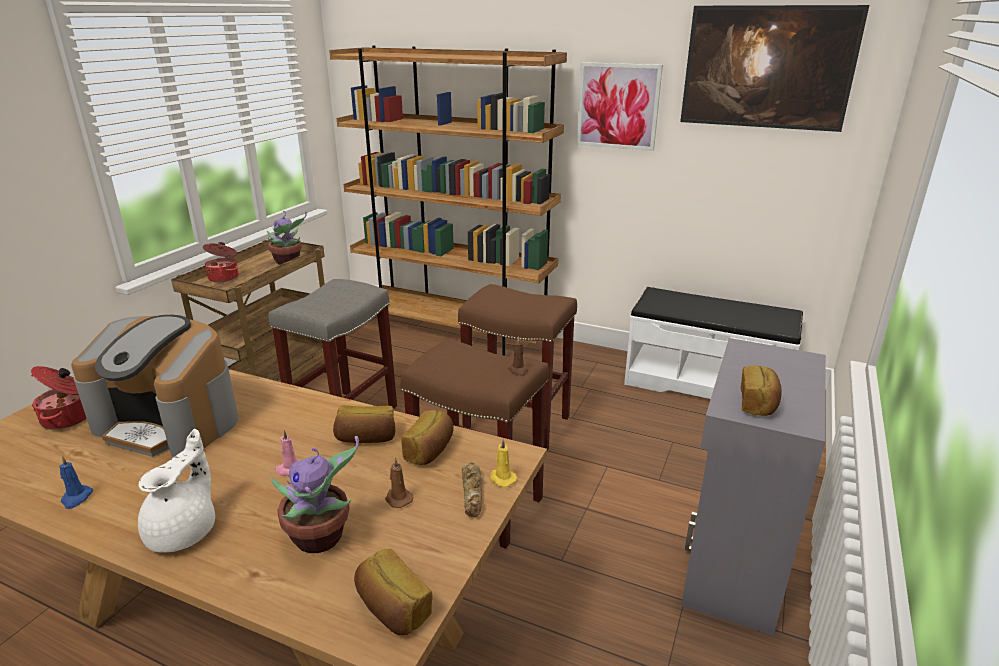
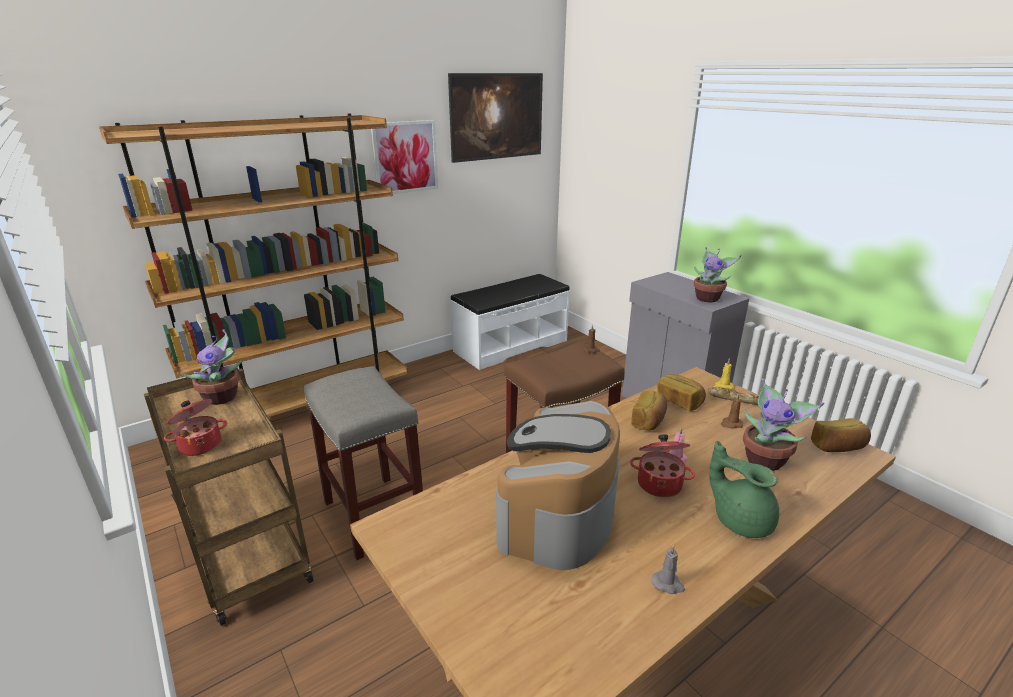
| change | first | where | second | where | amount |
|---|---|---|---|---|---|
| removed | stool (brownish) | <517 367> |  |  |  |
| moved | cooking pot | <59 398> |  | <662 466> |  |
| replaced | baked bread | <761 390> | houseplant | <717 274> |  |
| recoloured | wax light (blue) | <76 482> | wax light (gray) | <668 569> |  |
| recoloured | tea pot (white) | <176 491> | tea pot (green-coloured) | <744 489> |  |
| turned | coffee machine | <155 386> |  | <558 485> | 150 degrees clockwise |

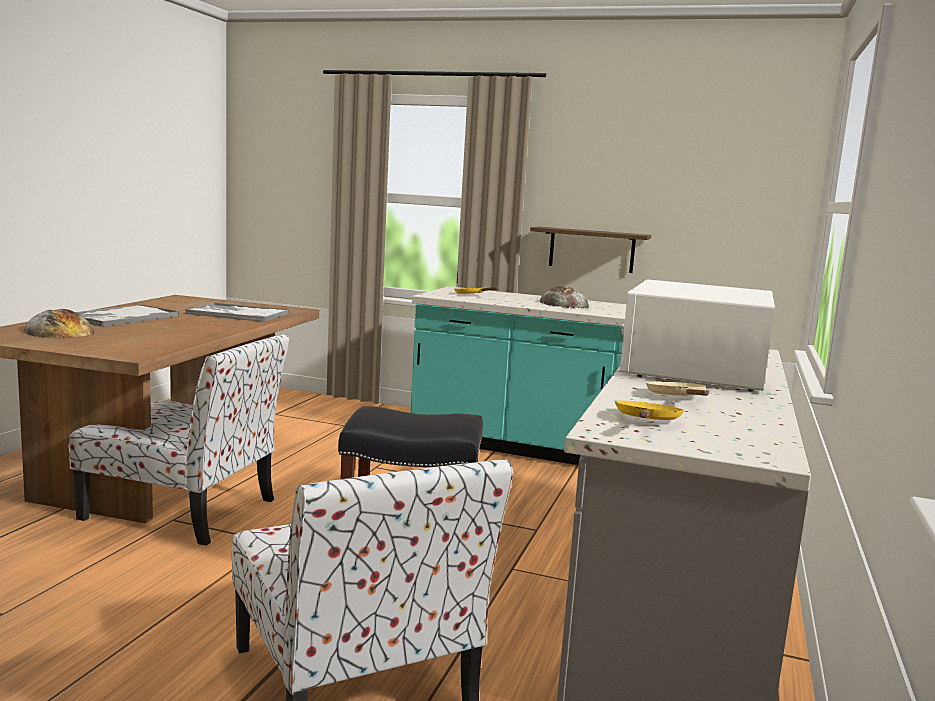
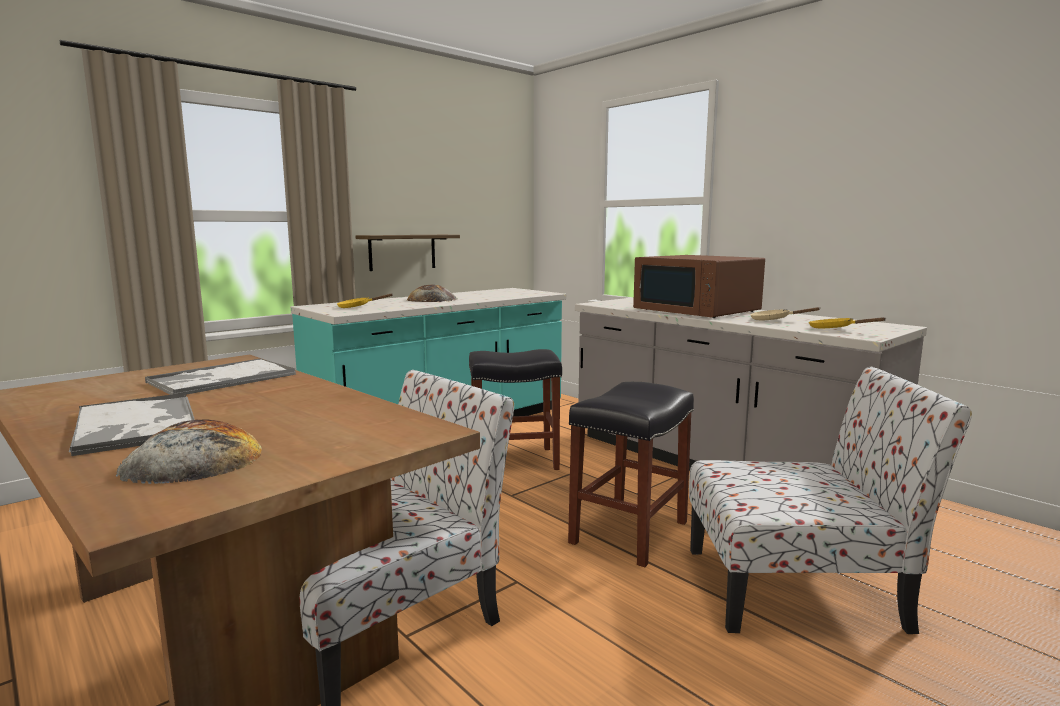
| change | first | where | second | where | amount |
|---|---|---|---|---|---|
| added |  |  | stool (black) | <515 409> |  |
| recoloured | microwave oven (white) | <697 335> | microwave oven (brownish) | <699 286> |  |

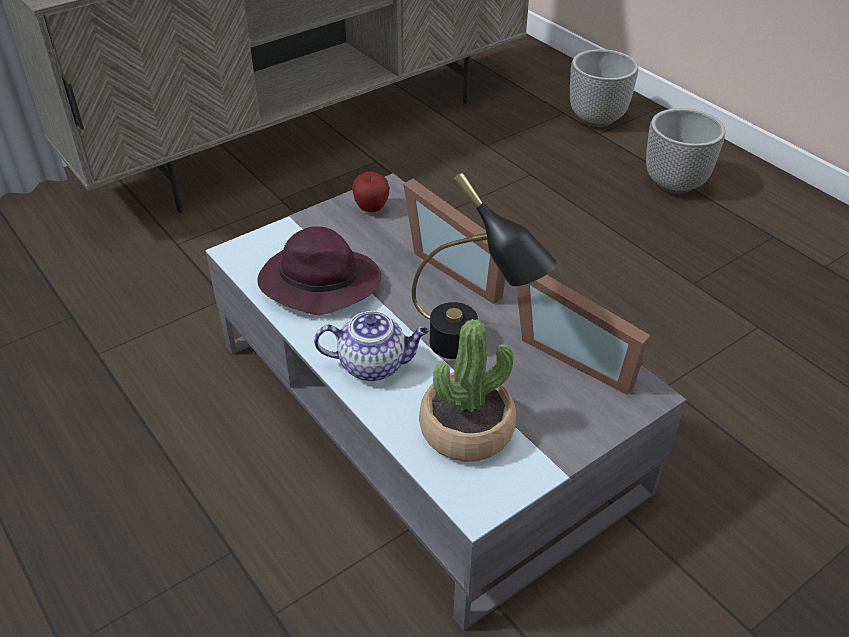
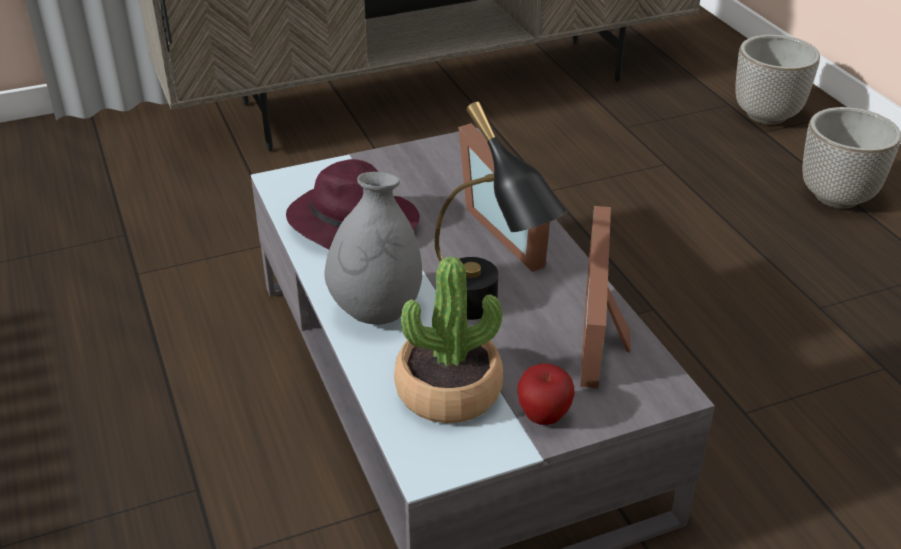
| change | first | where | second | where | amount |
|---|---|---|---|---|---|
| moved | whole apple | <371 191> |  | <546 394> |  |
| replaced | tea pot | <371 346> | flower vase (gray) | <373 248> |  |
| turned | photo frame | <583 335> |  | <605 297> | 45 degrees clockwise |

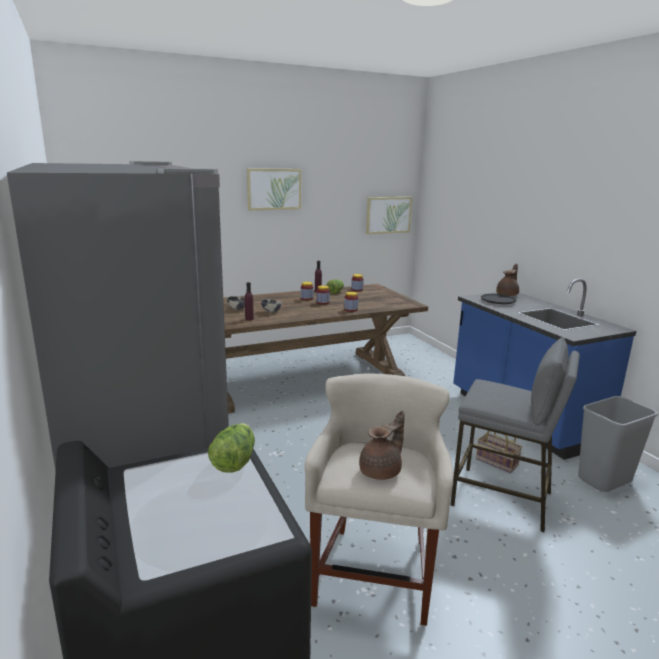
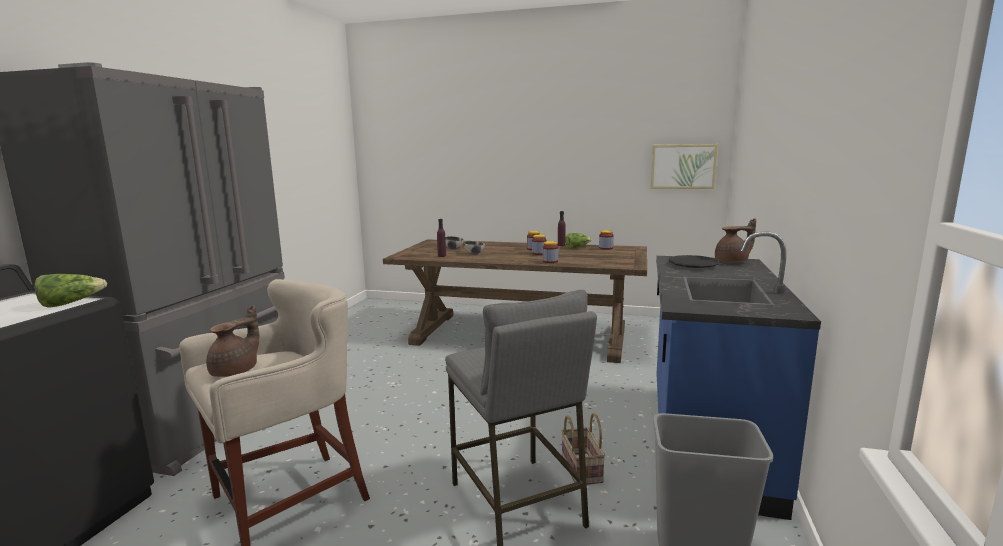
| change | first | where | second | where | amount |
|---|---|---|---|---|---|
| removed | wall art | <274 189> |  |  |  |
| turned | tea pot (brownish) | <382 445> |  | <232 341> | 60 degrees counterclockwise |

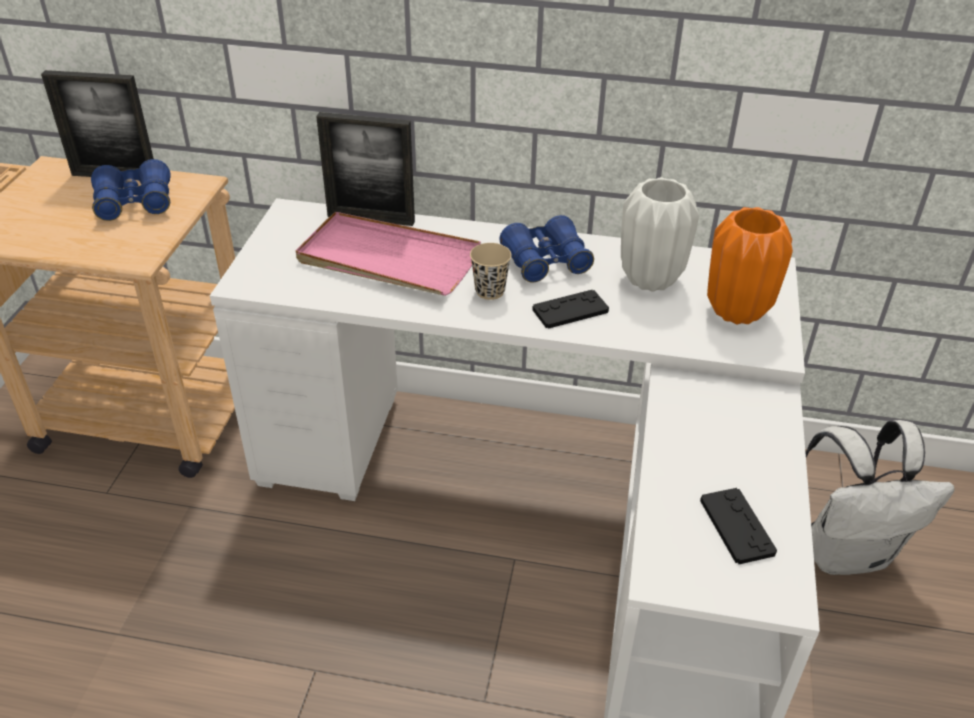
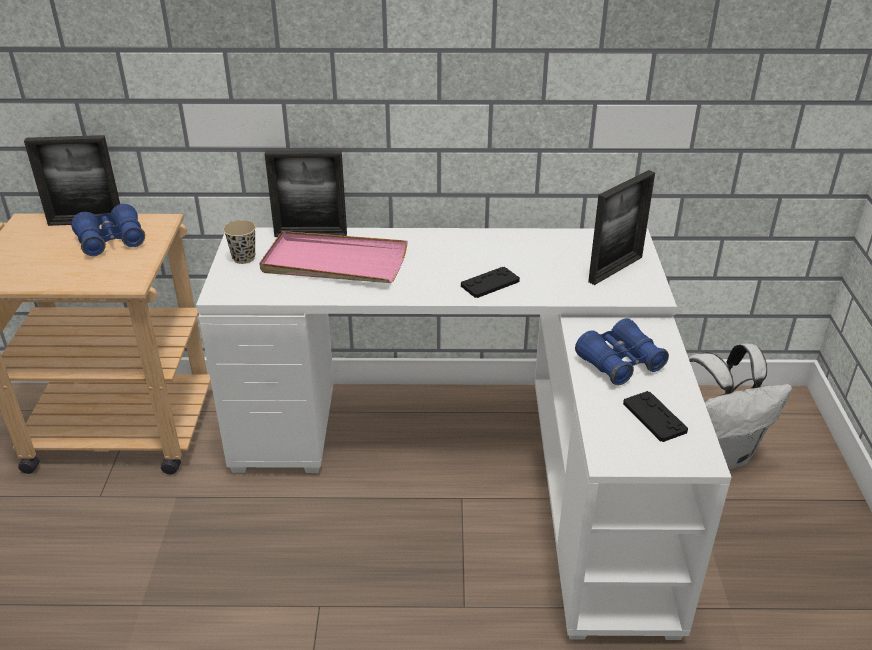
| change | first | where | second | where | amount |
|---|---|---|---|---|---|
| removed | flower vase (white) | <660 234> |  |  |  |
| moved | small cup (beige-coloured) | <490 271> |  | <239 242> |  |
| moved | binoculars (blue) | <547 249> |  | <622 351> |  |
| replaced | flower vase (orange) | <750 265> | photo frame | <621 227> |  |

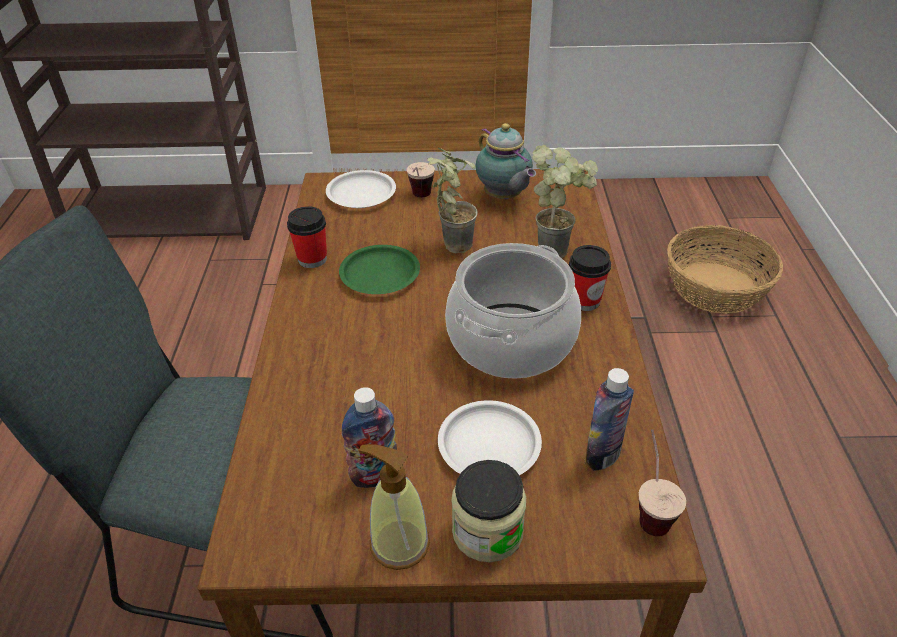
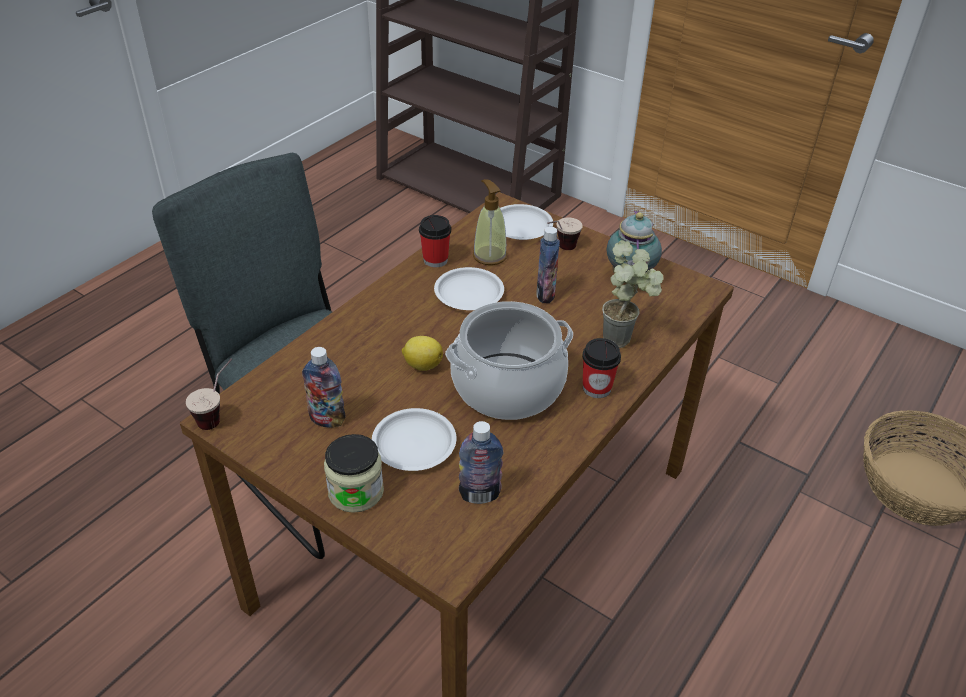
| change | first | where | second | where | amount |
|---|---|---|---|---|---|
| added |  |  | citrus fruit | <422 353> |  |
| moved | soap dispenser | <394 507> |  | <490 222> |  |
| moved | small cup | <662 482> |  | <209 394> |  |
| replaced | houseplant | <452 200> | drink bottle | <548 265> |  |
| recoloured | flat dish (green-coloured) | <379 269> | flat dish (white) | <469 288> |  |

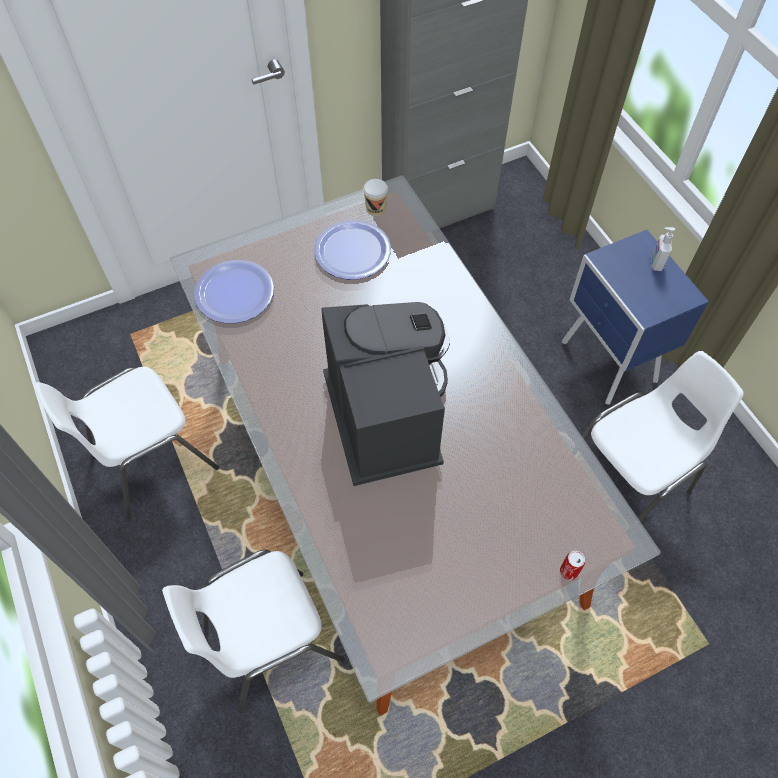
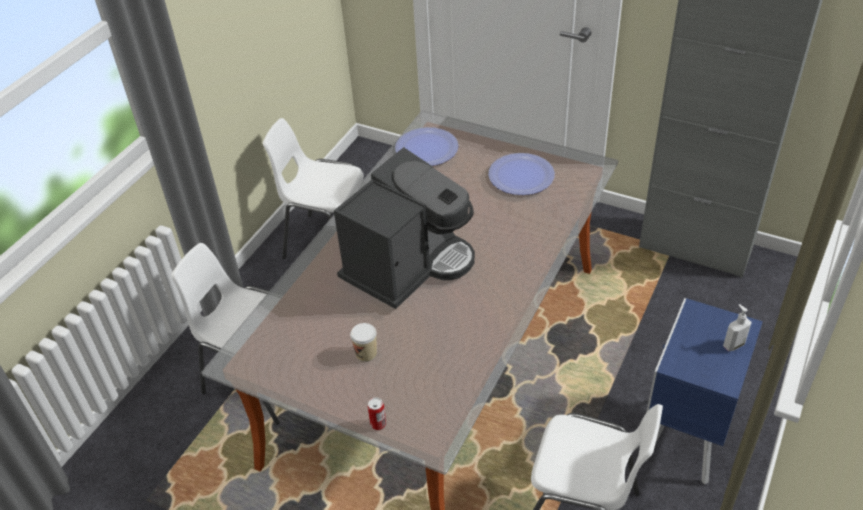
| change | first | where | second | where | amount |
|---|---|---|---|---|---|
| moved | small cup | <375 197> |  | <363 342> |  |

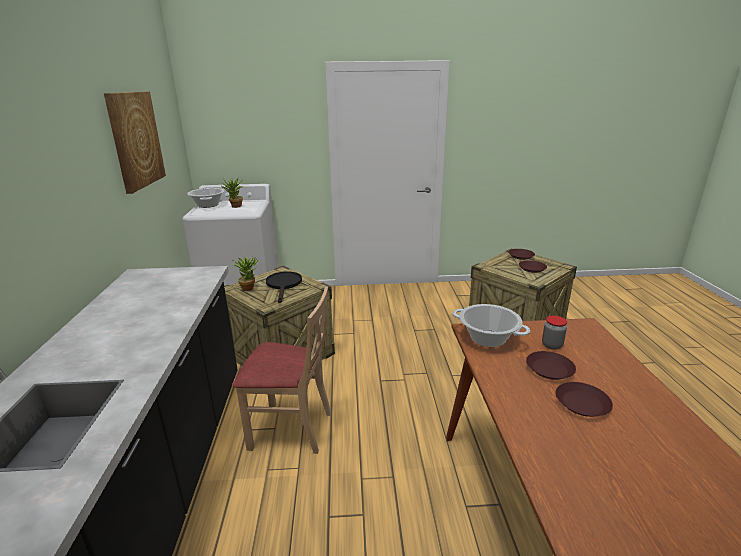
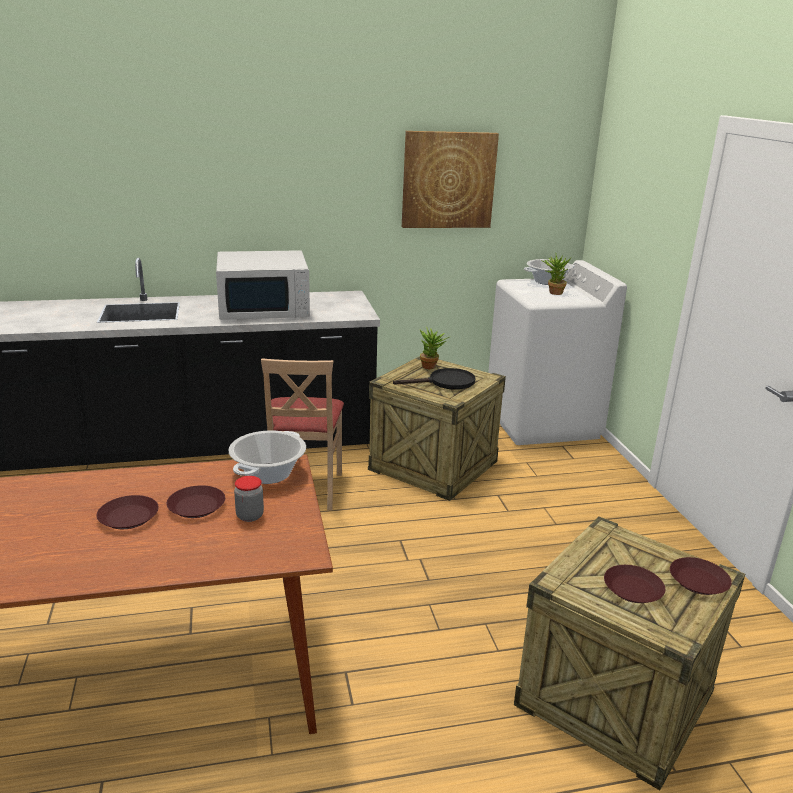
| change | first | where | second | where | amount |
|---|---|---|---|---|---|
| added |  |  | microwave oven (white) | <263 285> |  |

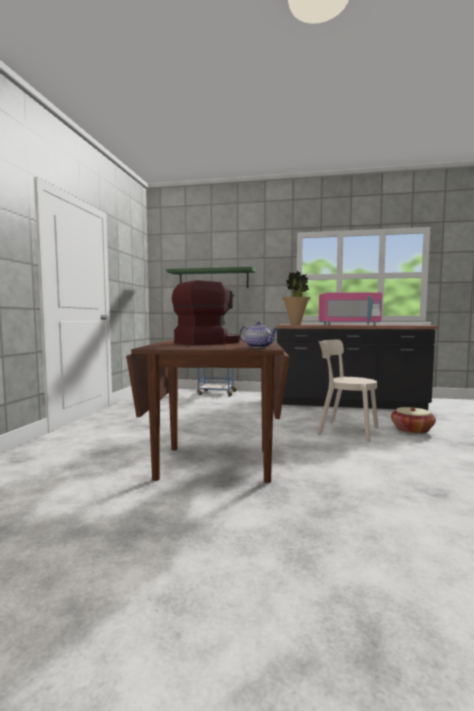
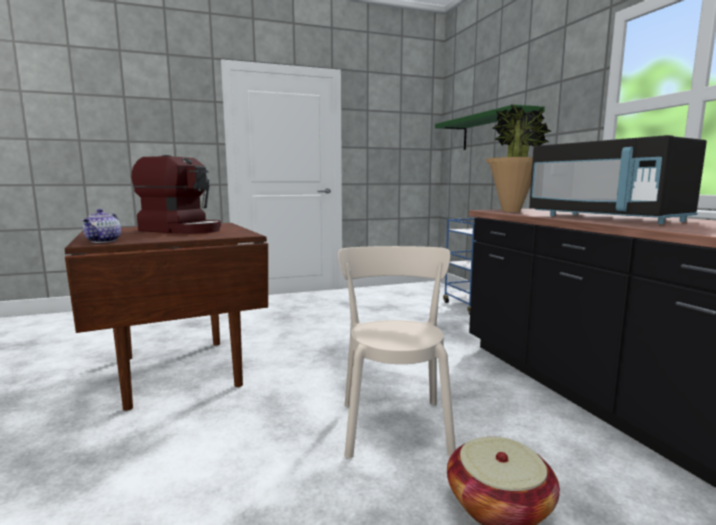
| change | first | where | second | where | amount |
|---|---|---|---|---|---|
| recoloured | microwave oven (pink-coloured) | <350 308> | microwave oven (black) | <618 179> |  |

